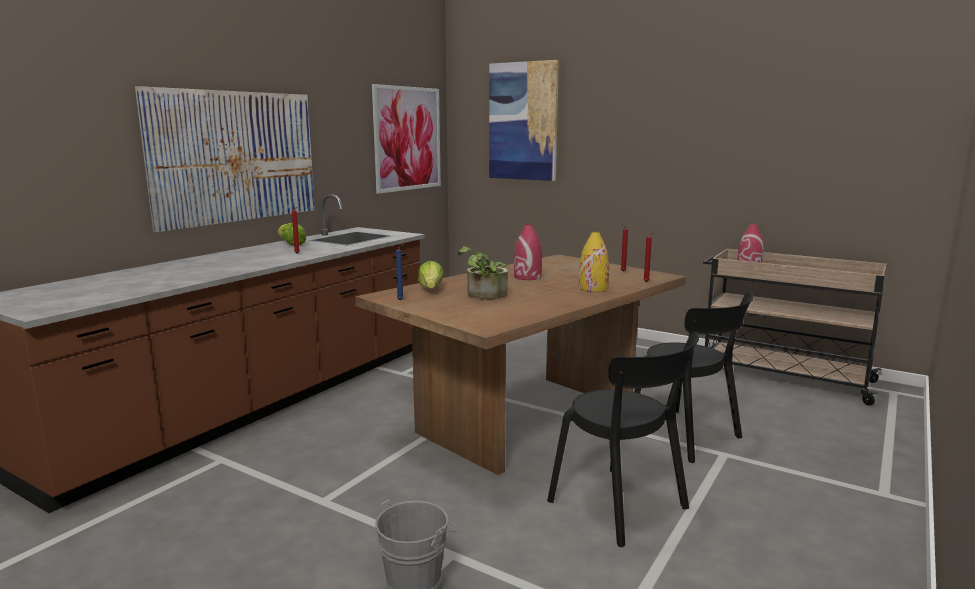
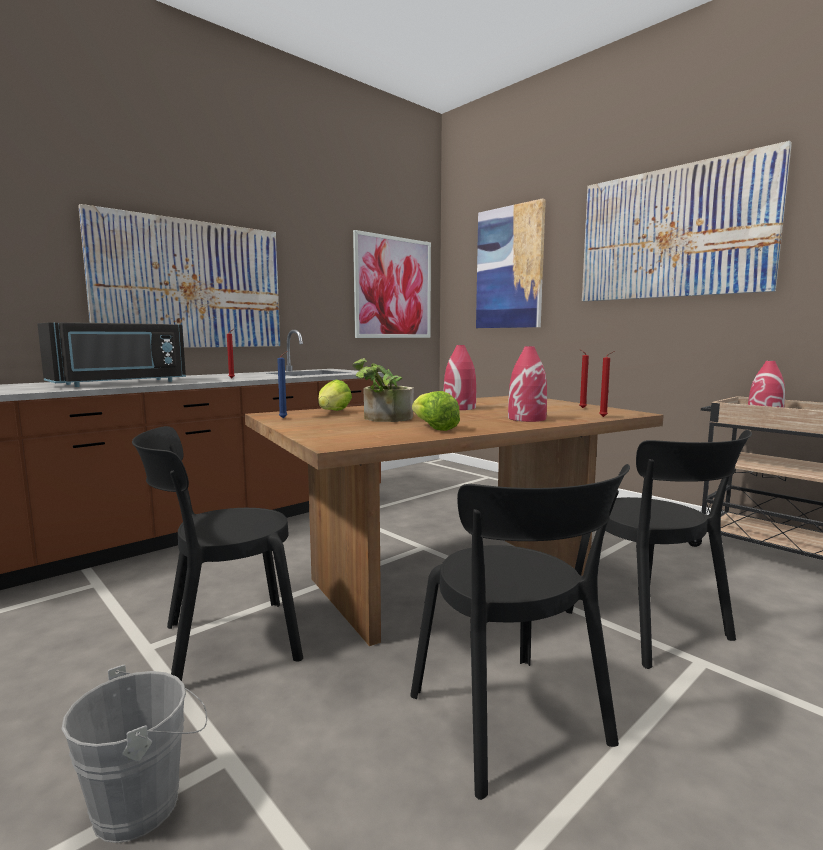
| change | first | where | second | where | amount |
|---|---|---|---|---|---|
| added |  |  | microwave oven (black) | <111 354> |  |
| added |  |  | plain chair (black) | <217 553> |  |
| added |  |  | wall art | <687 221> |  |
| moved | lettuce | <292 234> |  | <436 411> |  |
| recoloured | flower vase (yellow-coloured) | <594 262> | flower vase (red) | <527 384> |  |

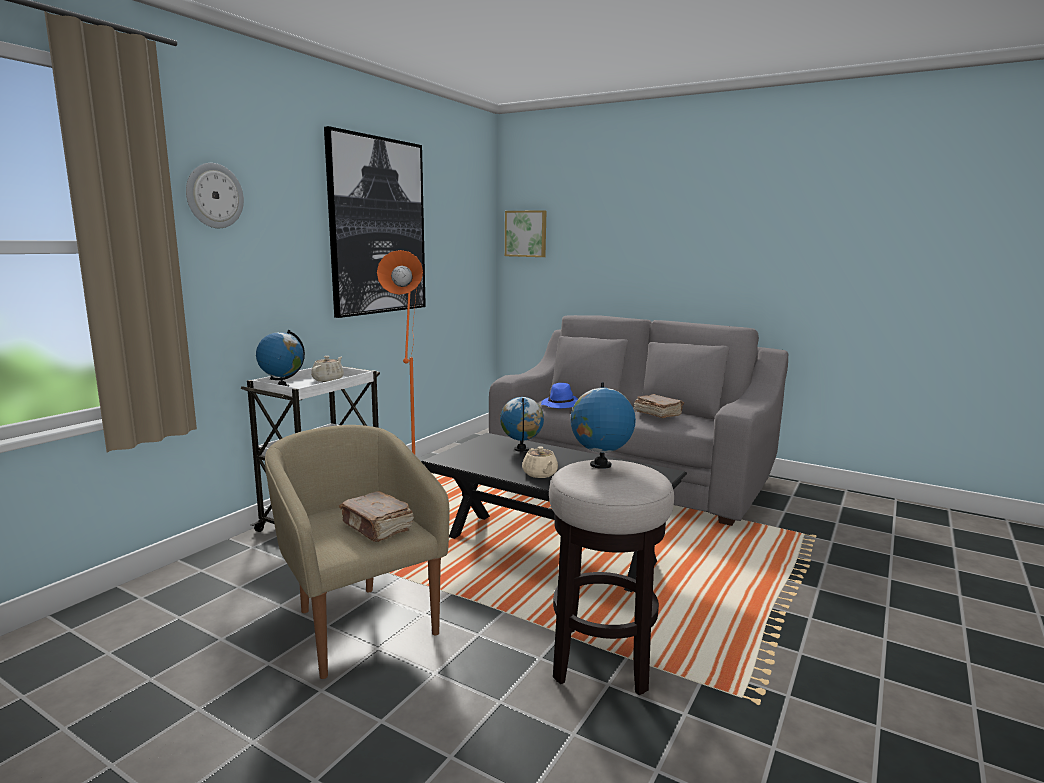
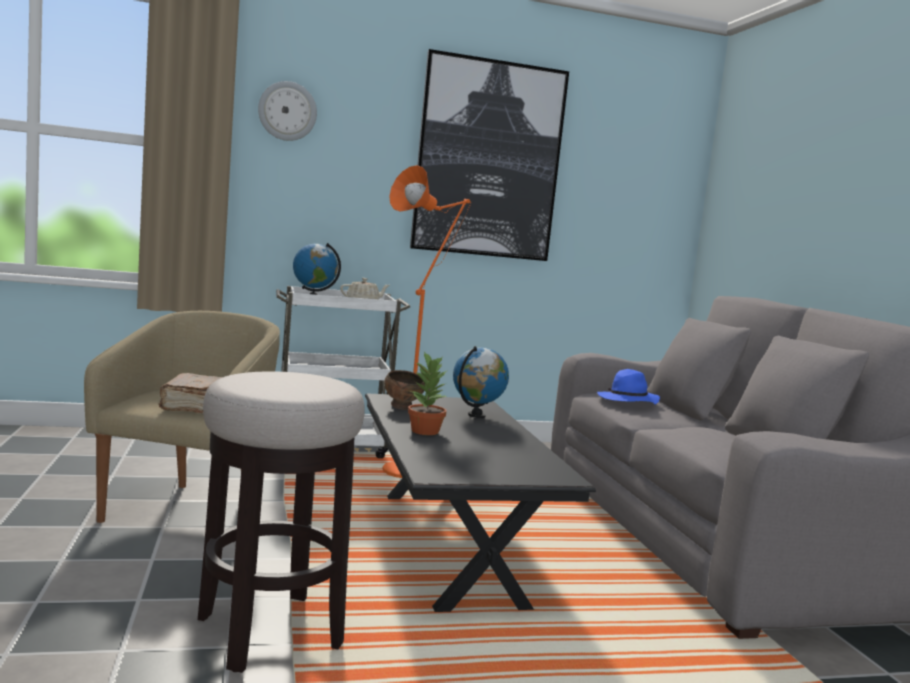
| change | first | where | second | where | amount |
|---|---|---|---|---|---|
| removed | wall art | <525 233> |  |  |  |
| removed | world globe | <603 426> |  |  |  |
| removed | book (brownish) | <659 406> |  |  |  |
| added |  |  | deep dish (brownish) | <404 390> |  |
| replaced | tea pot (beige-coloured) | <540 462> | houseplant | <427 393> |  |

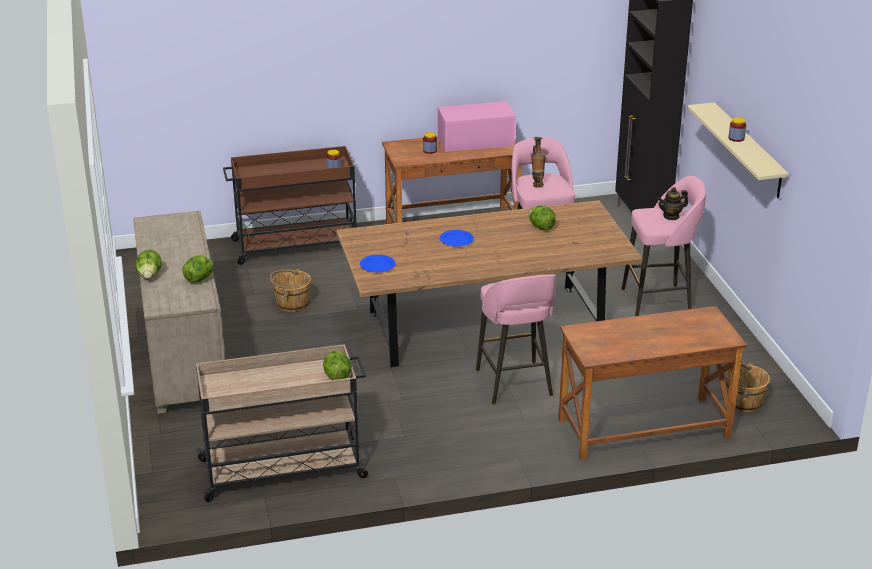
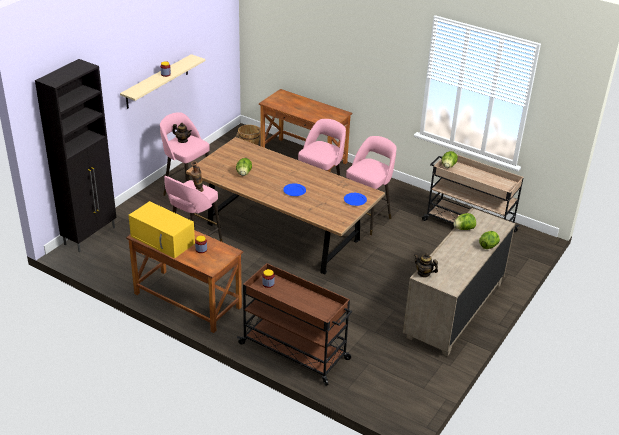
| change | first | where | second | where | amount |
|---|---|---|---|---|---|
| removed | water bucket (brownish) | <290 290> |  |  |  |
| added |  |  | stool (pink-coloured) | <371 185> |  |
| added |  |  | tea pot | <426 265> |  |
| recoloured | microwave oven (pink-coloured) | <477 126> | microwave oven (yellow-coloured) | <162 229> |  |

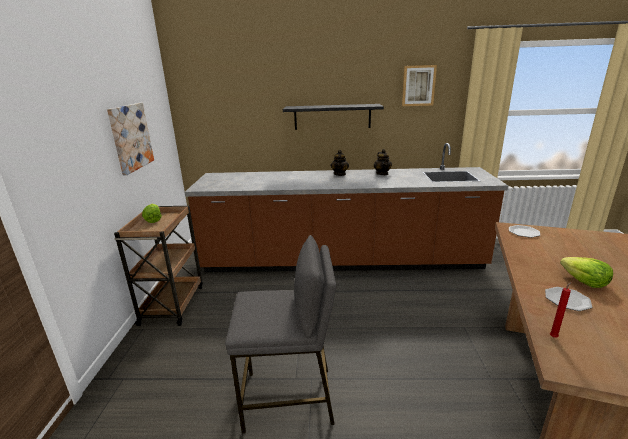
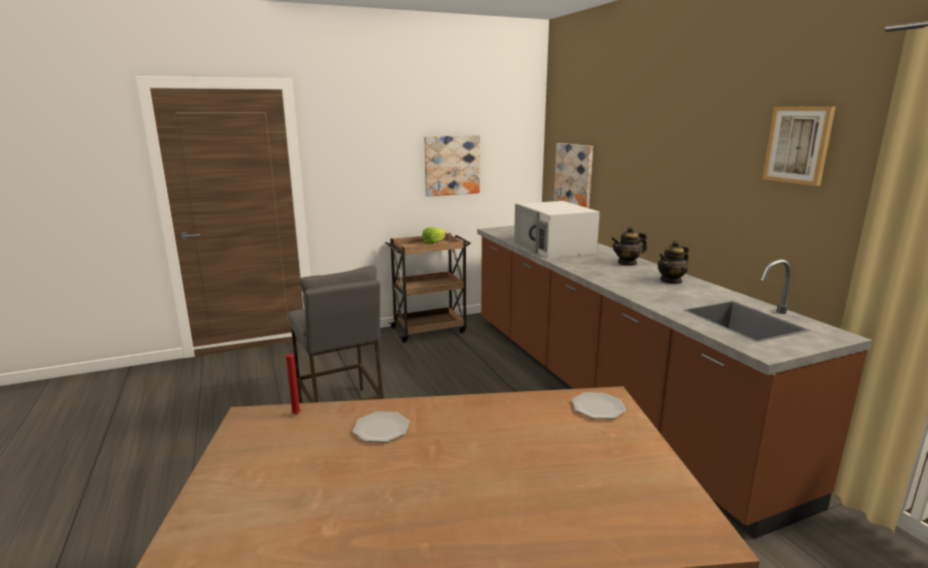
| change | first | where | second | where | amount |
|---|---|---|---|---|---|
| removed | shelf (black) | <333 117> |  |  |  |
| removed | lettuce | <586 272> |  |  |  |
| added |  |  | microwave oven (white) | <557 229> |  |
| added |  |  | wall art | <573 175> |  |

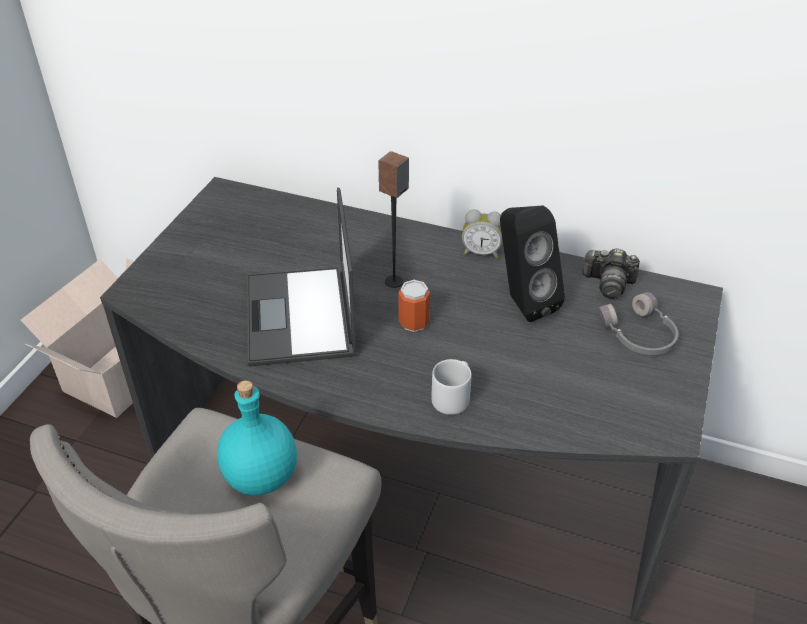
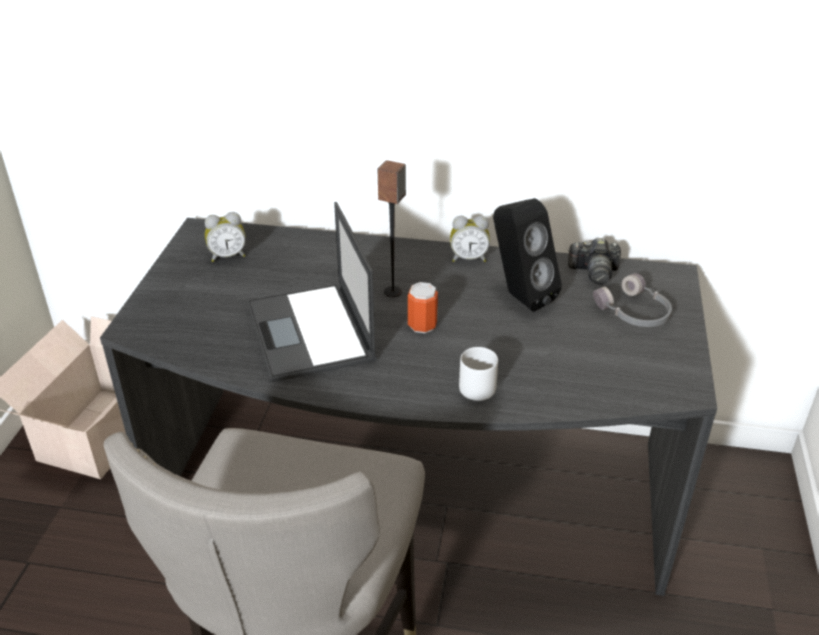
| change | first | where | second | where | amount |
|---|---|---|---|---|---|
| removed | drink bottle (turquoise-coloured) | <257 437> |  |  |  |
| added |  |  | table clock | <225 237> |  |

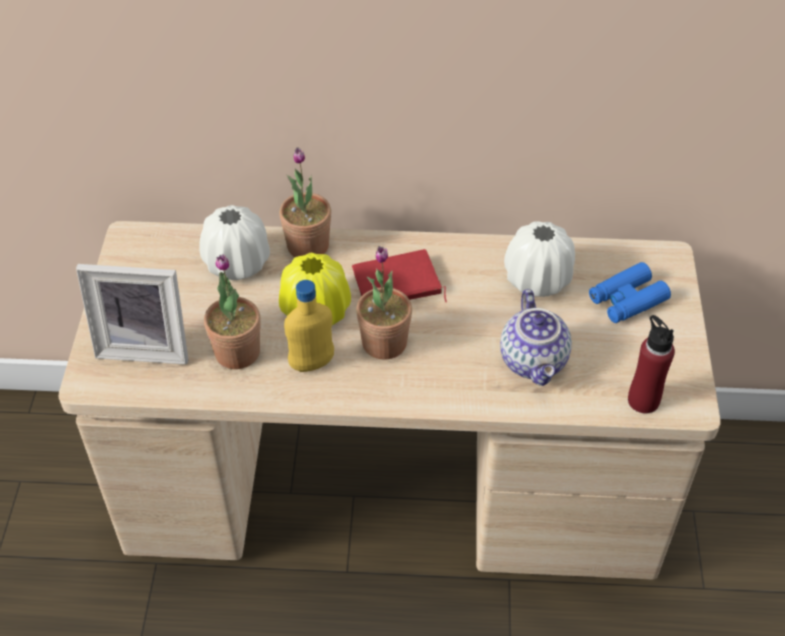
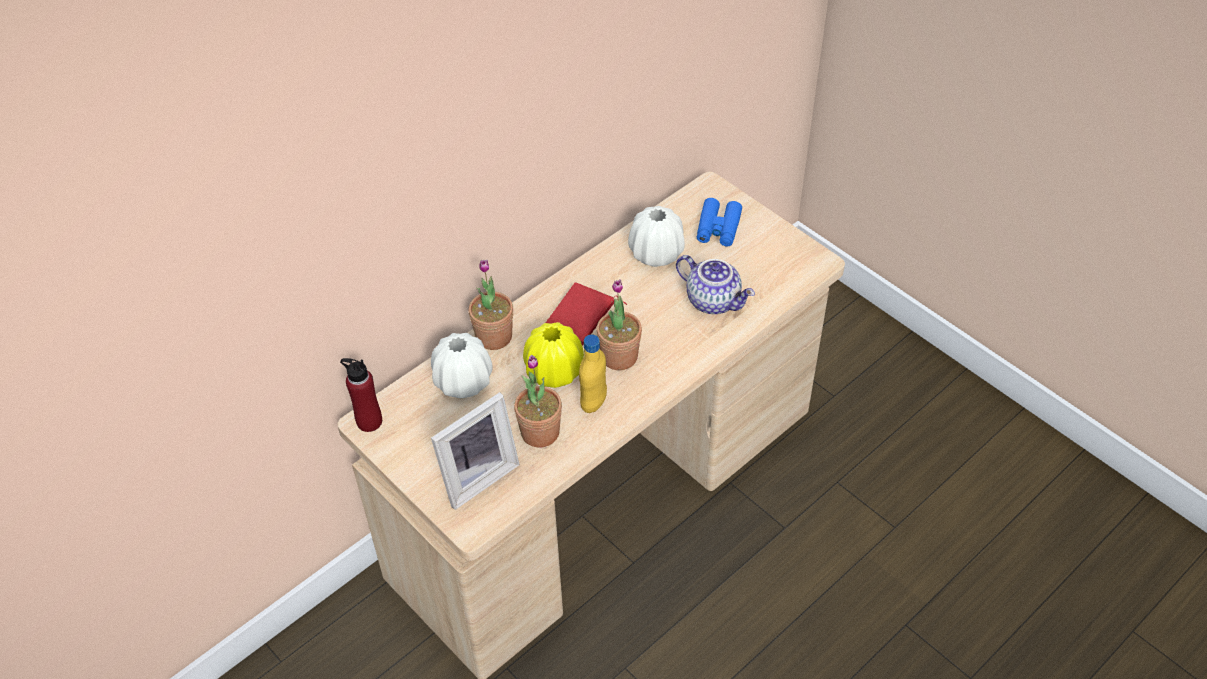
| change | first | where | second | where | amount |
|---|---|---|---|---|---|
| moved | drink bottle (red) | <651 364> |  | <361 395> |  |

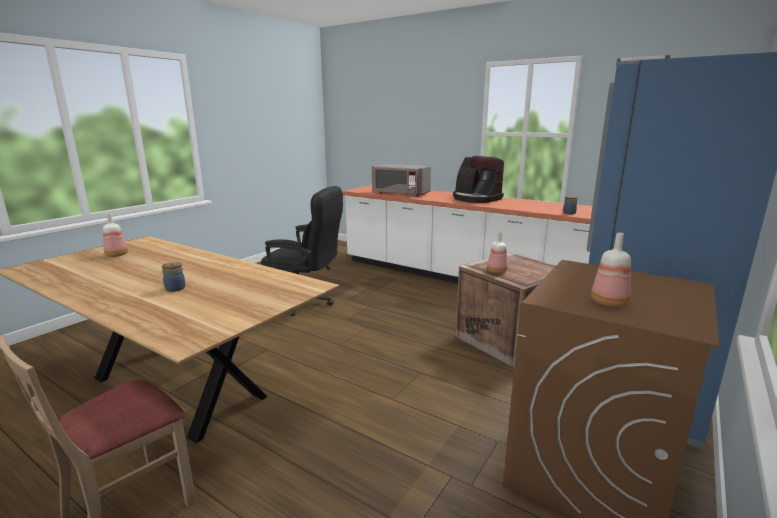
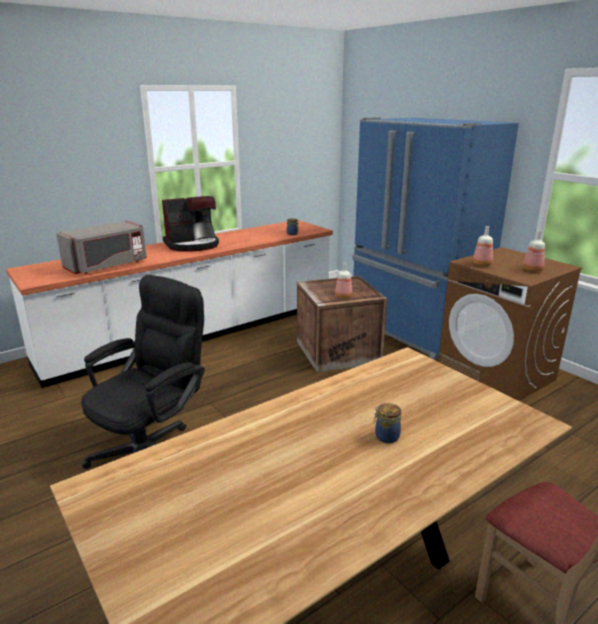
| change | first | where | second | where | amount |
|---|---|---|---|---|---|
| moved | drink bottle | <115 235> |  | <483 246> |  |

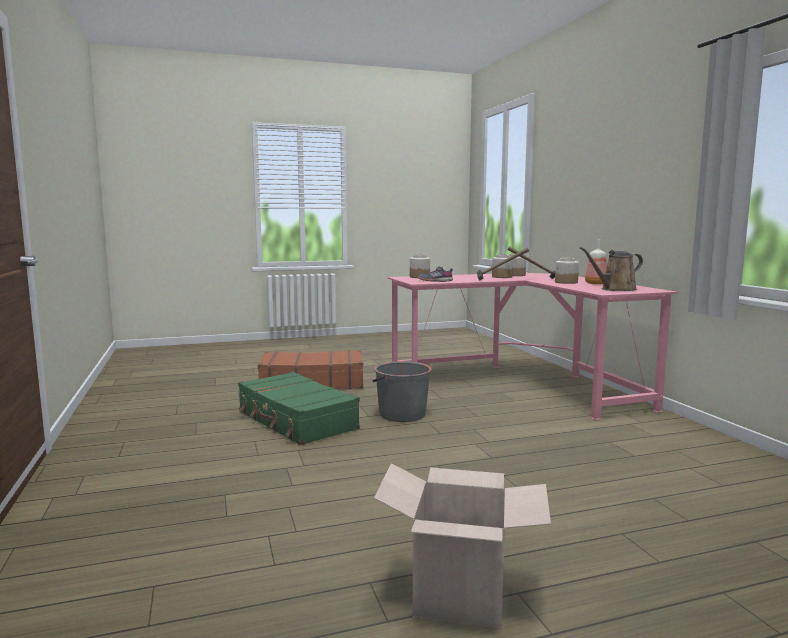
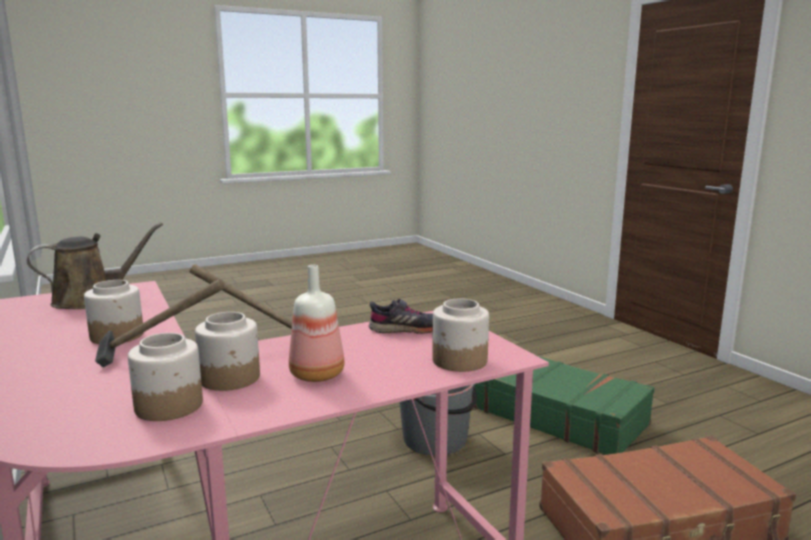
| change | first | where | second | where | amount |
|---|---|---|---|---|---|
| removed | cardboard box | <462 546> |  |  |  |
| moved | drink bottle | <596 261> |  | <316 323> |  |

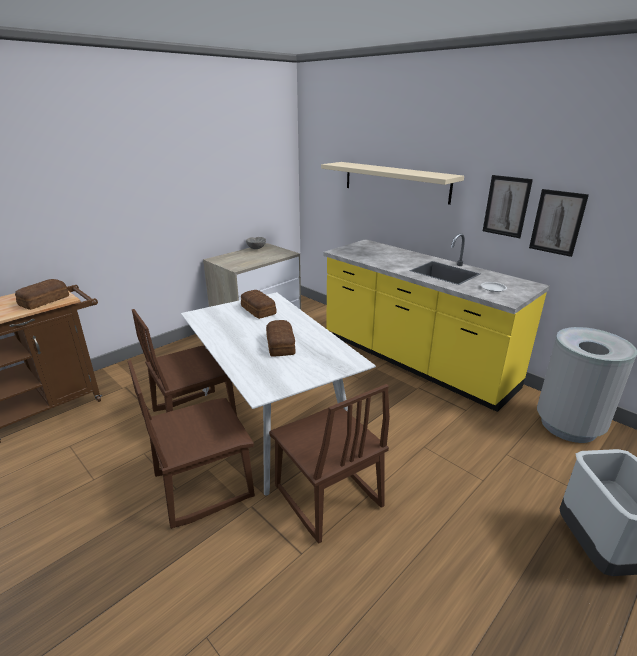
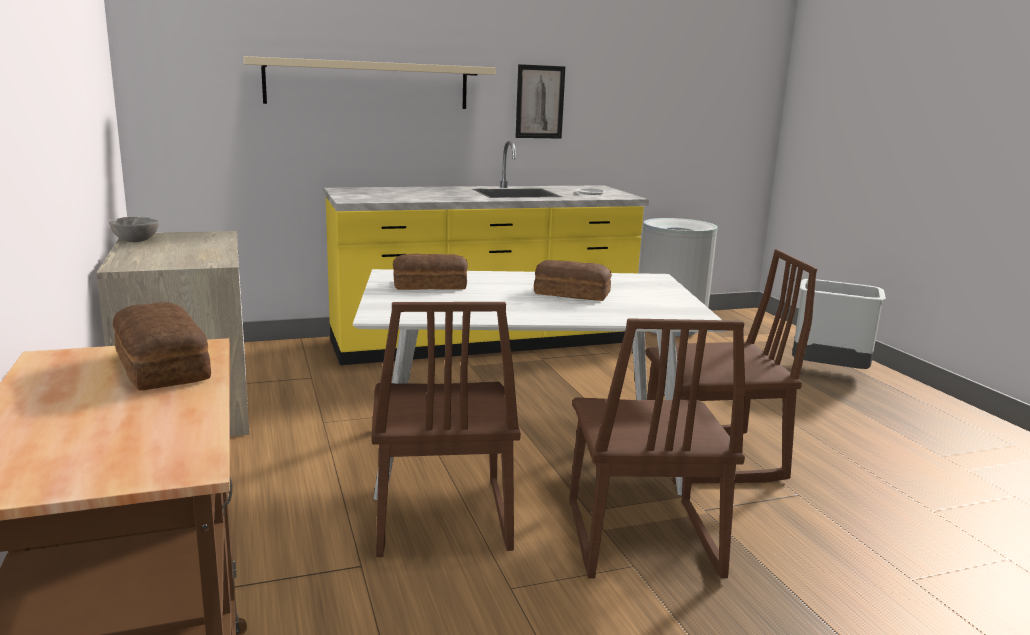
| change | first | where | second | where | amount |
|---|---|---|---|---|---|
| removed | wall art | <559 223> |  |  |  |

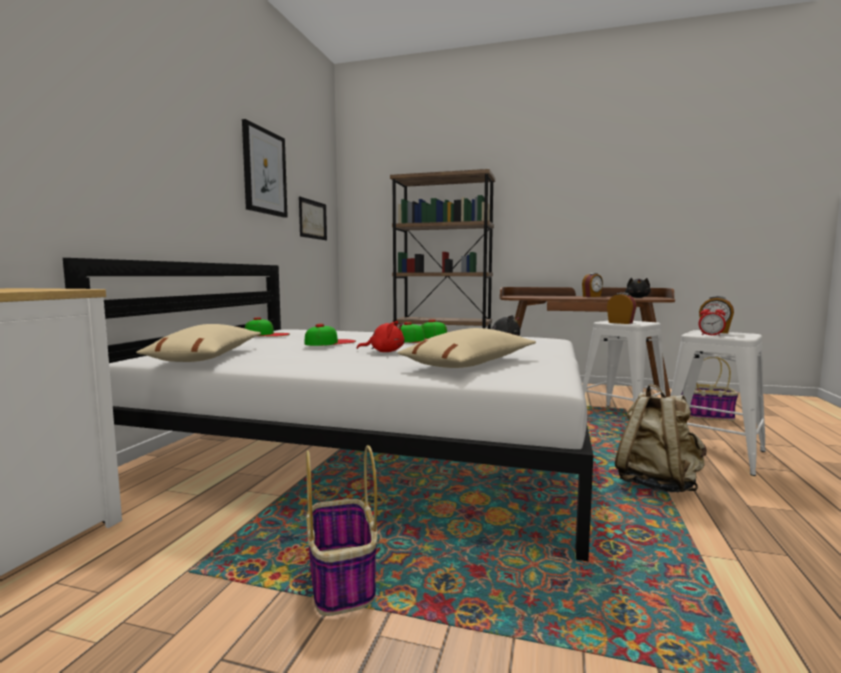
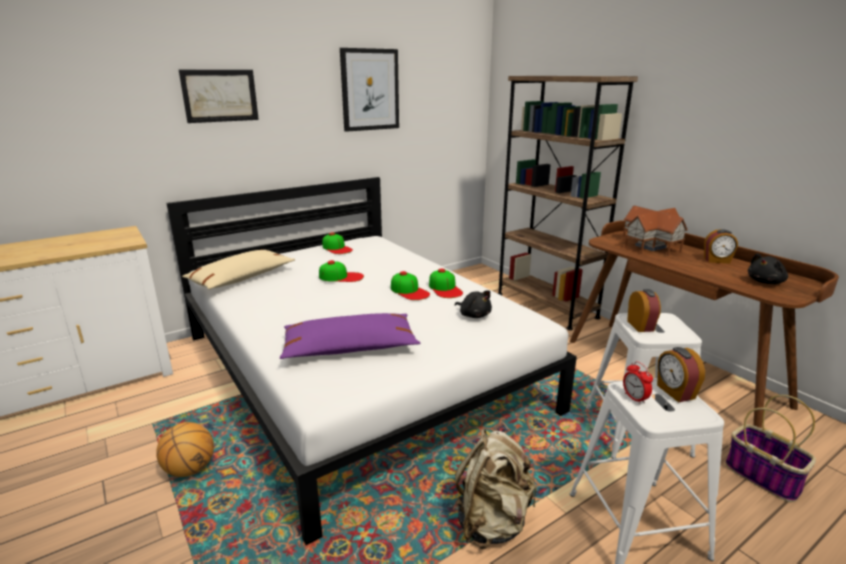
| change | first | where | second | where | amount |
|---|---|---|---|---|---|
| removed | cuddly toy (red) | <380 336> |  |  |  |
| added |  |  | miniature house | <655 230> |  |
| moved | wall art | <313 218> |  | <219 96> |  |
| replaced | household basket | <342 530> | basketball | <185 449> |  |
| recoloured | throw pillow (beige-coloured) | <466 348> | throw pillow (purplish) | <350 336> |  |

